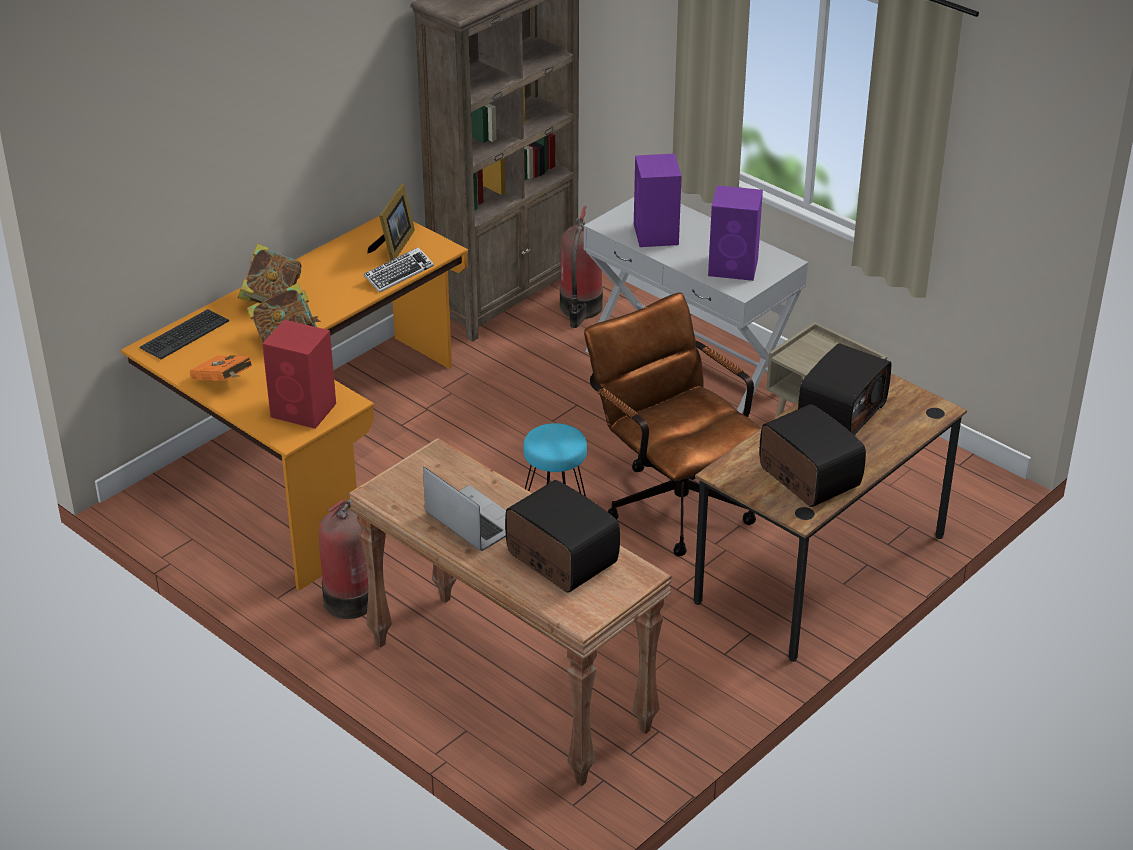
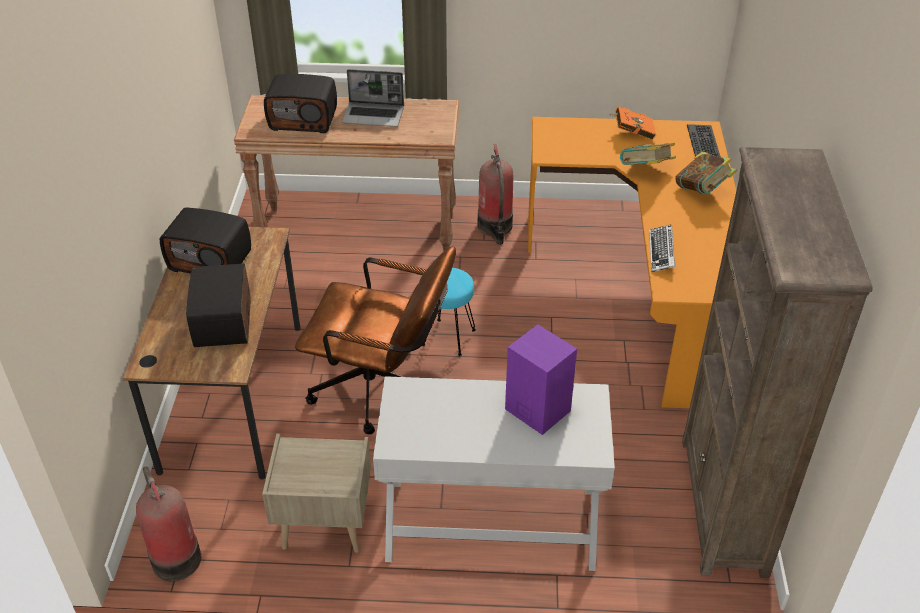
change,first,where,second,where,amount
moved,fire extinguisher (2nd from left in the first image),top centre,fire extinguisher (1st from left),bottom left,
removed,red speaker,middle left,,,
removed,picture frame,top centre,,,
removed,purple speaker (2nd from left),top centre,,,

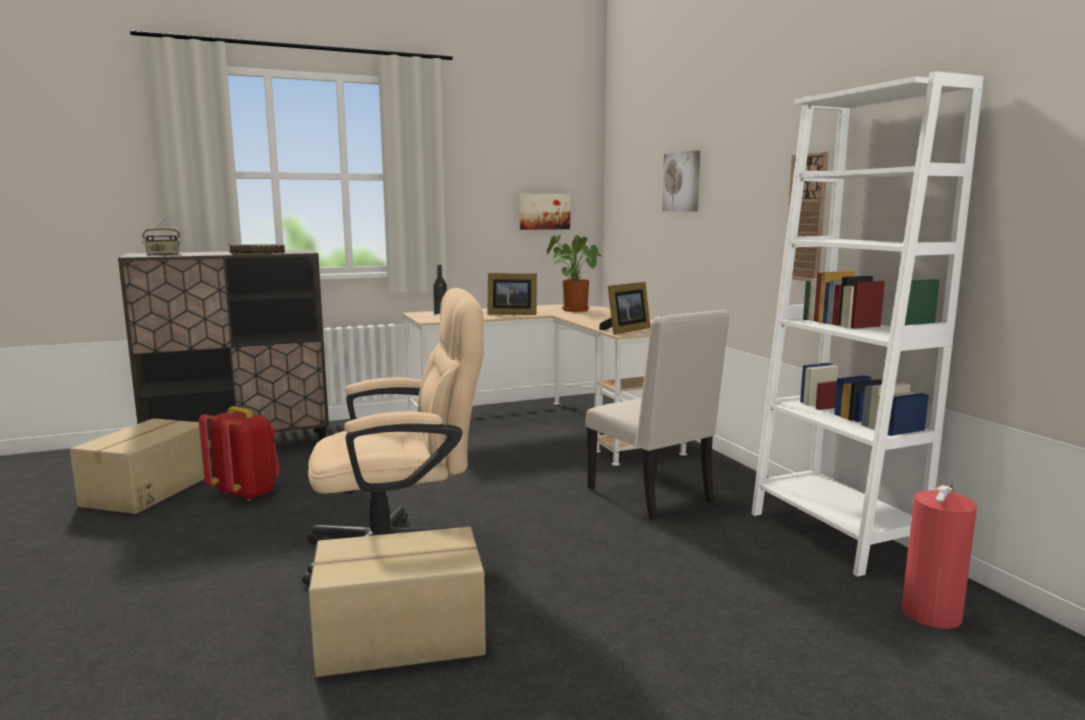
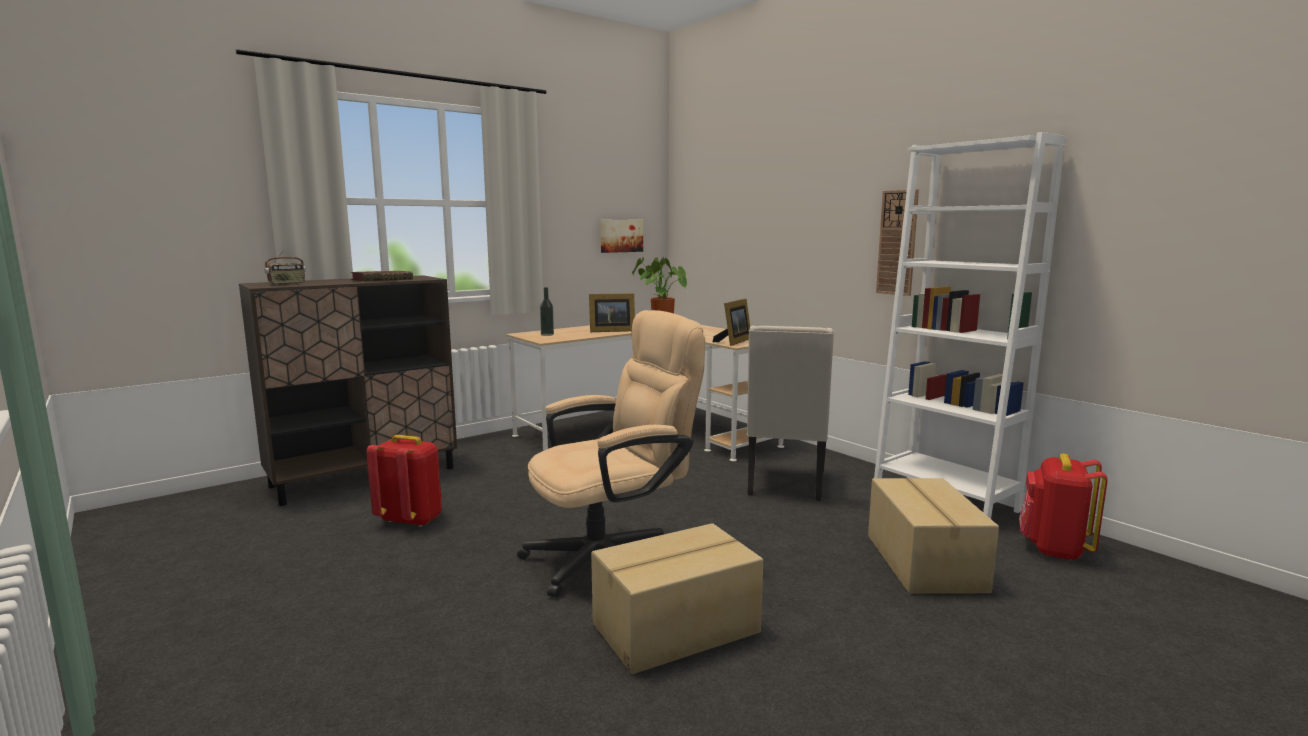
change,first,where,second,where,amount
turned,beige chair,centre,,centre,60 degrees clockwise
moved,cardboard box (1st from left in the first image),middle left,cardboard box (2nd from left),bottom right,
replaced,fire extinguisher,bottom right,red backpack (2nd from left),bottom right,
removed,picture (2nd from left),top centre,,,

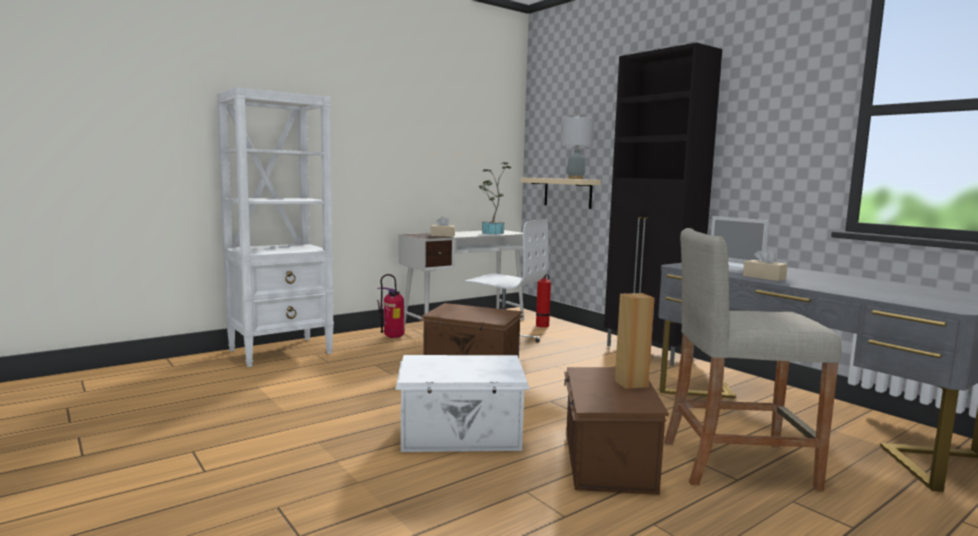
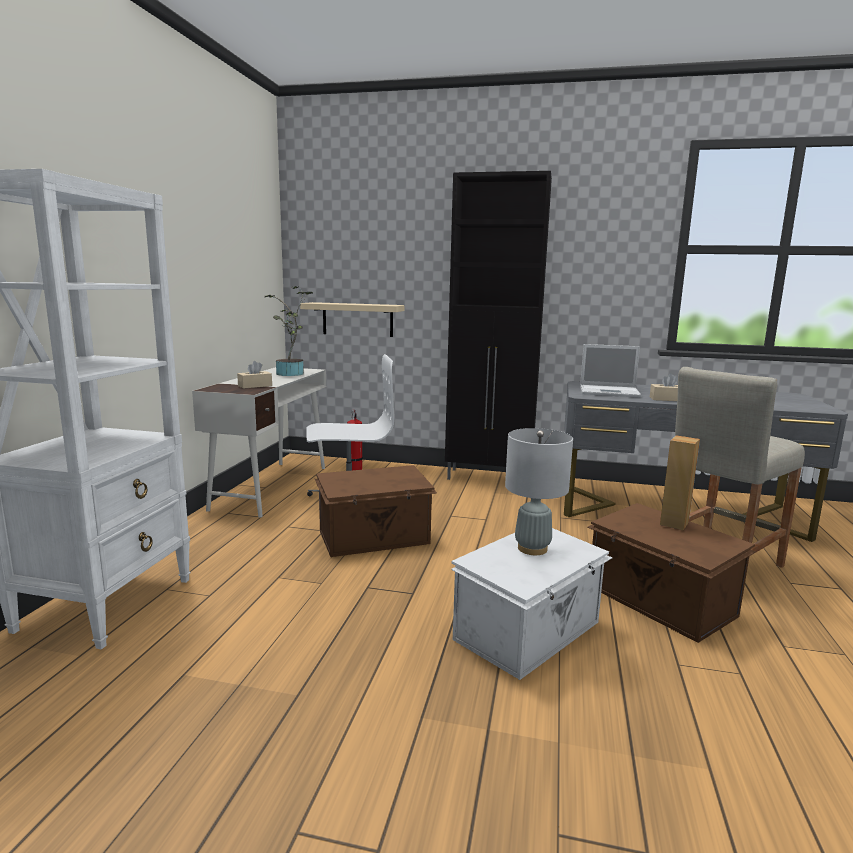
change,first,where,second,where,amount
moved,grey table lamp,top centre,,centre,
removed,fire extinguisher (1st from left),centre,,,

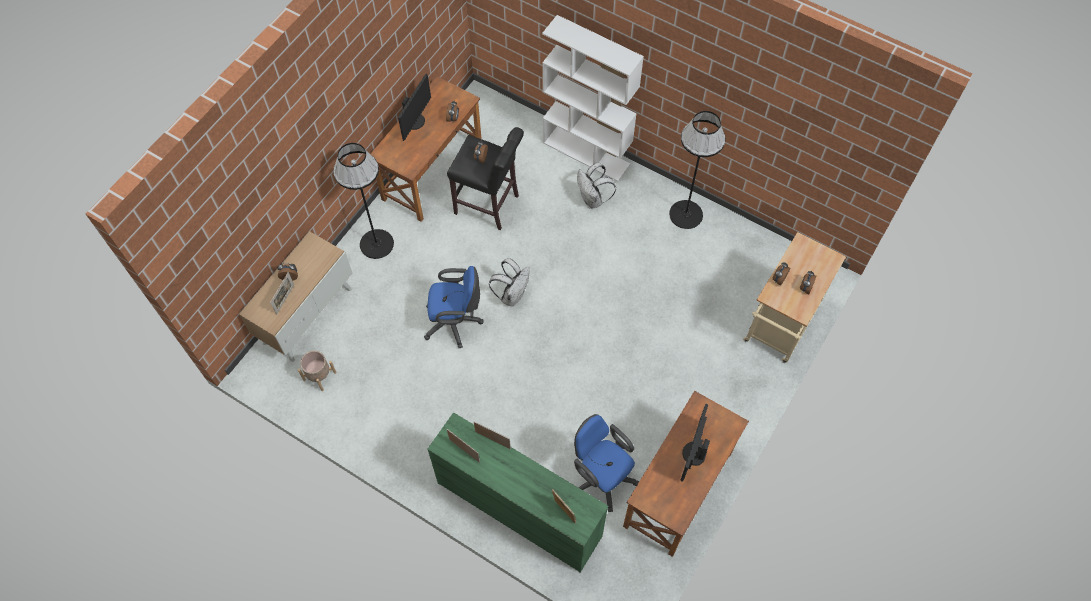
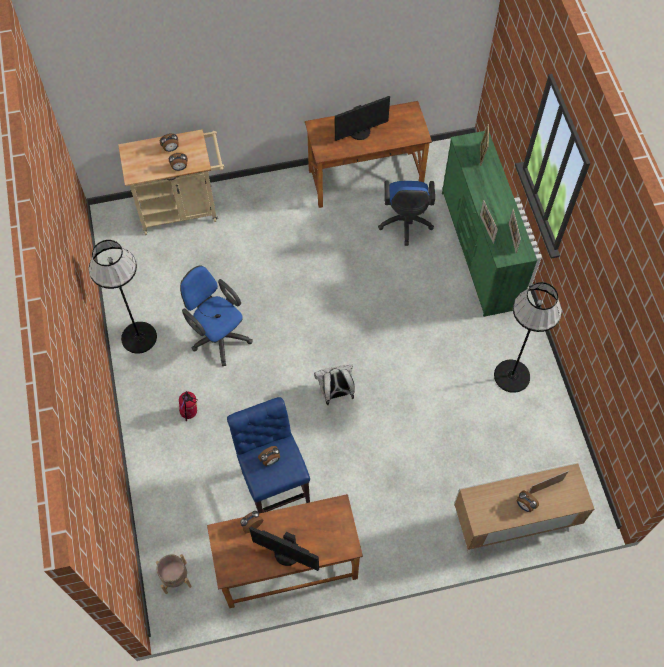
change,first,where,second,where,amount
moved,beige planter,middle left,,bottom left,
replaced,white backpack (2nd from left),top centre,fire extinguisher,middle left,
moved,blue office chair (1st from left),centre,,middle left,
recoloured,black stool,top centre,blue stool,bottom centre,
turned,monitor (1st from left),top centre,,bottom centre,135 degrees counterclockwise
moved,black floor lamp (1st from left in the first image),middle left,black floor lamp (2nd from left),middle right,
removed,white bookcase,top centre,,,

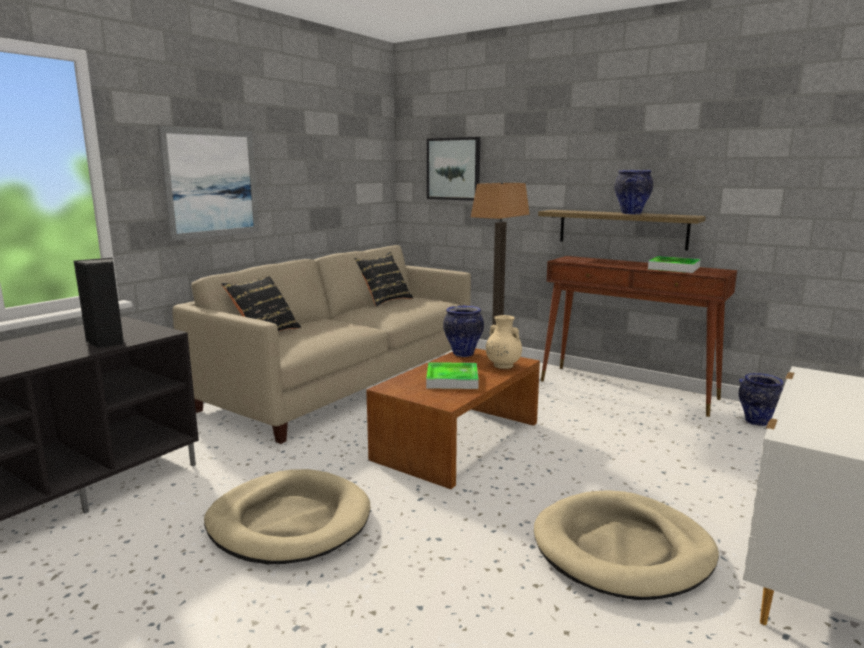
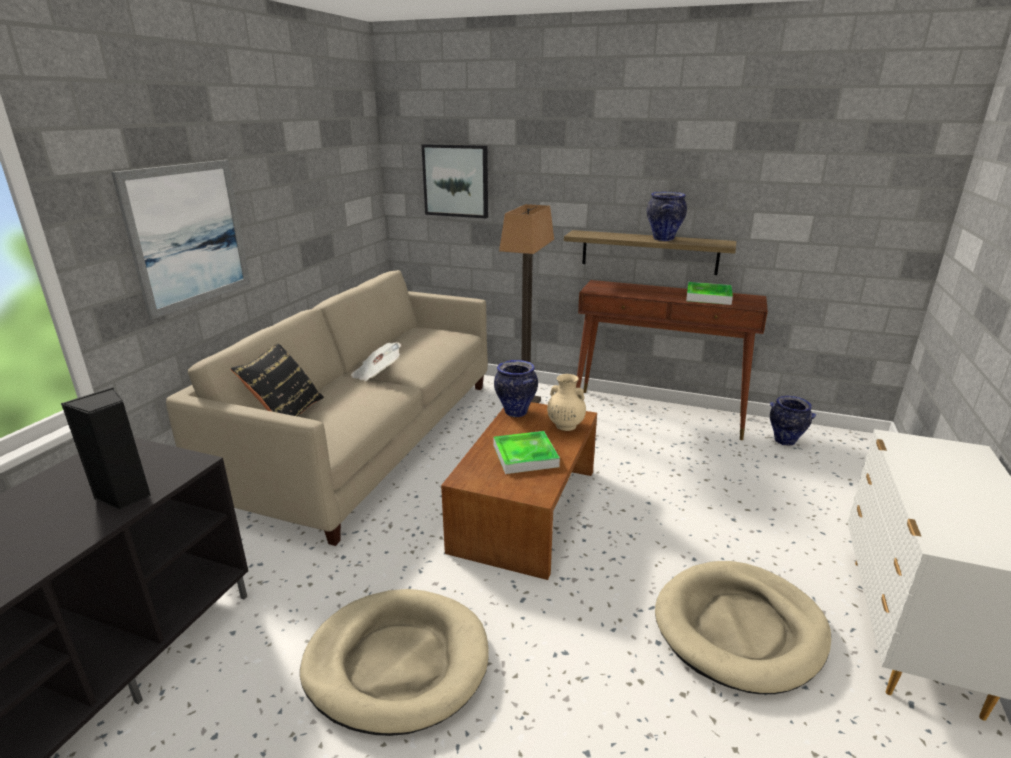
change,first,where,second,where,amount
added,,,newspaper,centre,
removed,black pillow (2nd from left),centre,,,

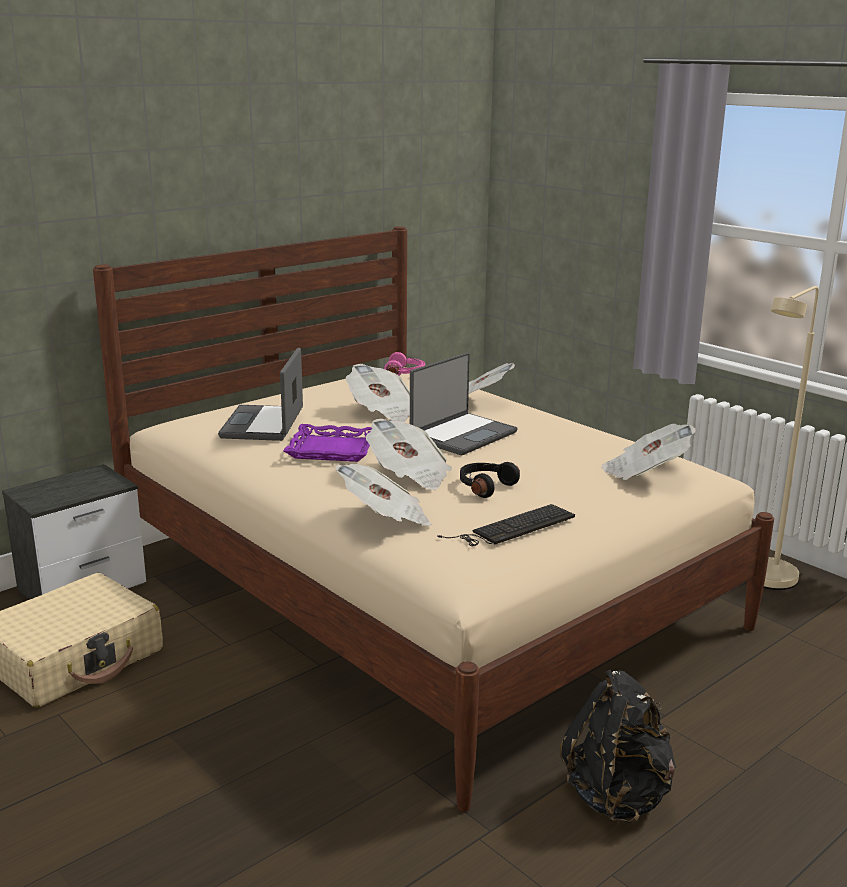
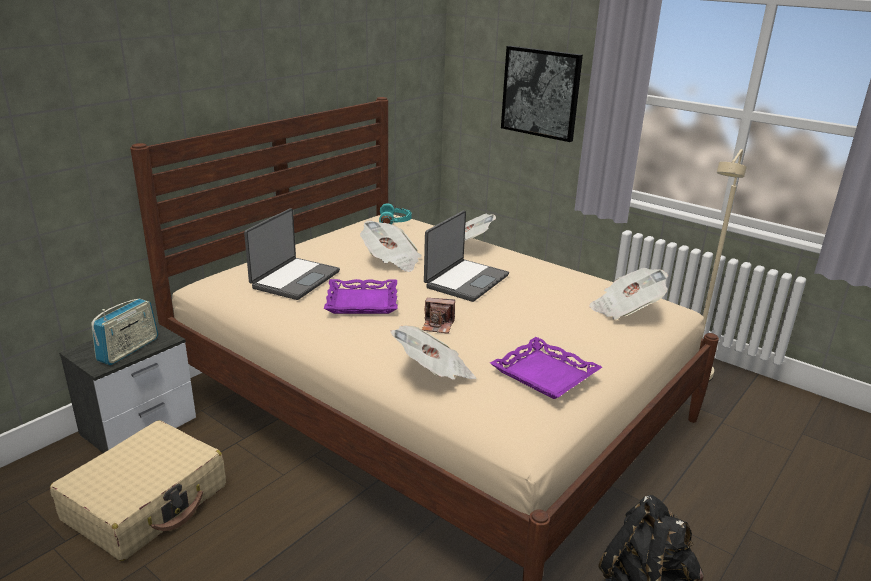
change,first,where,second,where,amount
added,,,radio,middle left,
turned,laptop (1st from left),middle left,,centre,150 degrees counterclockwise
recoloured,pink headphones,centre,turquoise headphones,centre,
replaced,newspaper (3rd from left),centre,photo camera,centre,
replaced,keyboard,centre,purple tray (2nd from left),centre,
added,,,picture,top centre,
removed,black headphones,centre,,,

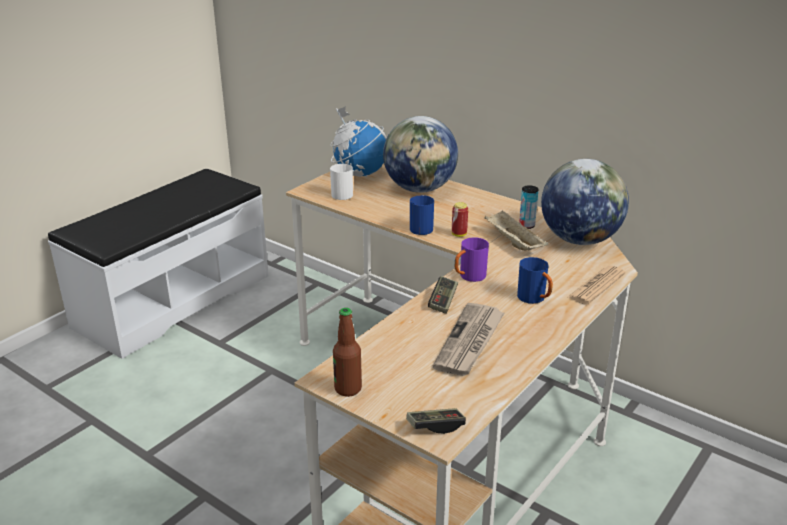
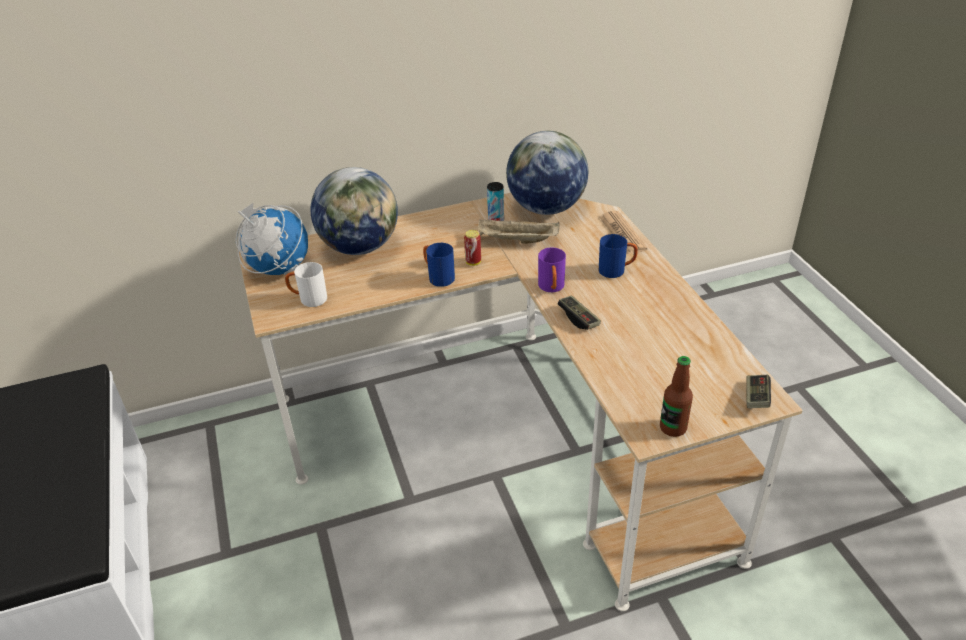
change,first,where,second,where,amount
removed,newspaper (1st from left),centre,,,

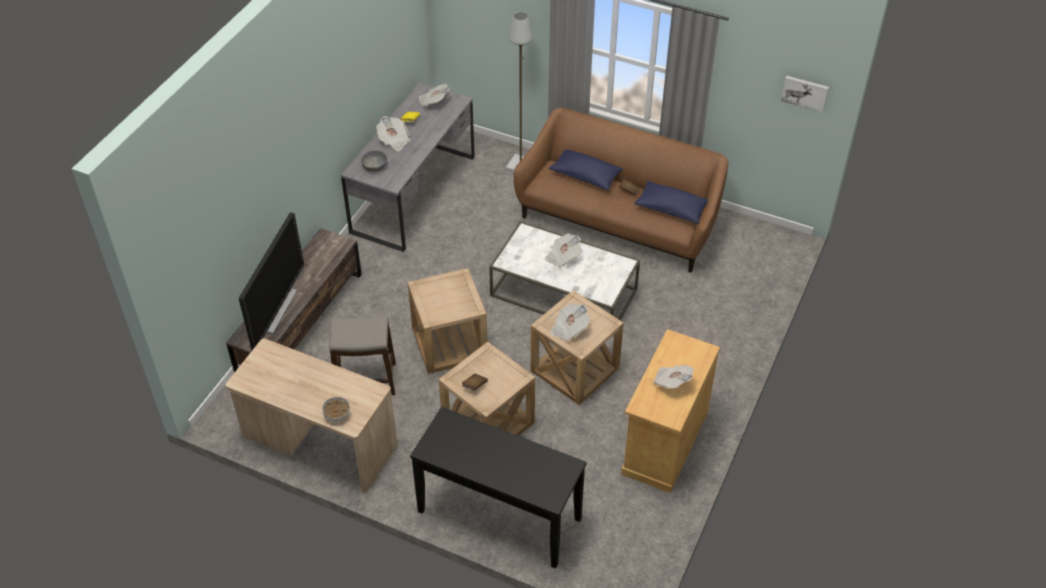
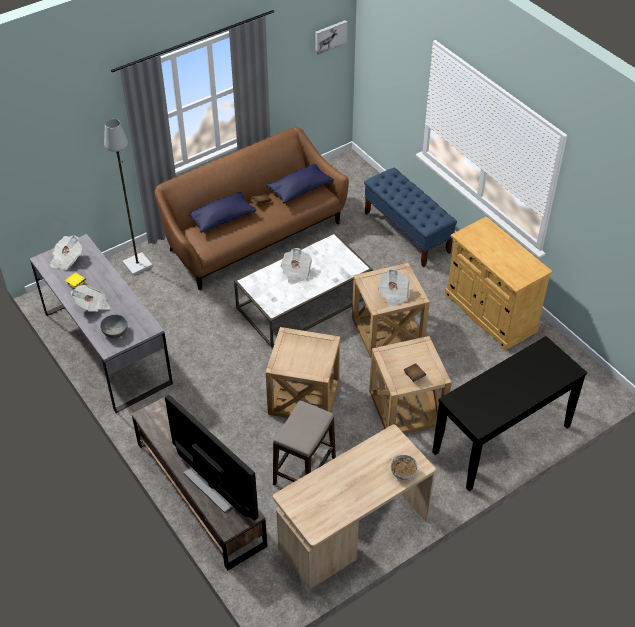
change,first,where,second,where,amount
added,,,blue bench,centre,
removed,newspaper (5th from left),centre,,,

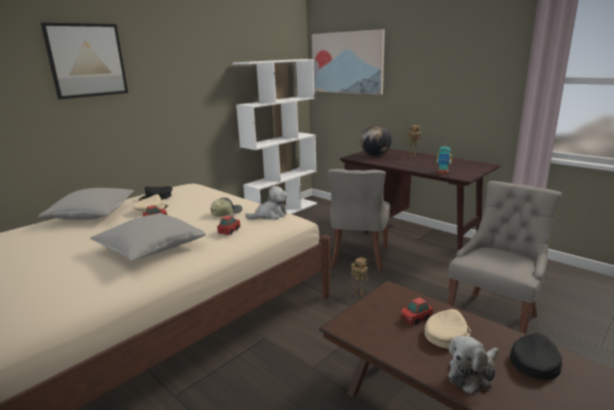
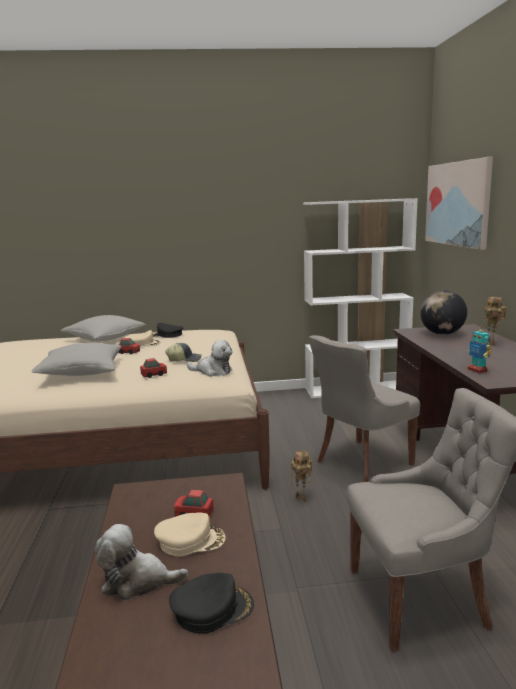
change,first,where,second,where,amount
removed,picture (1st from left),top left,,,

